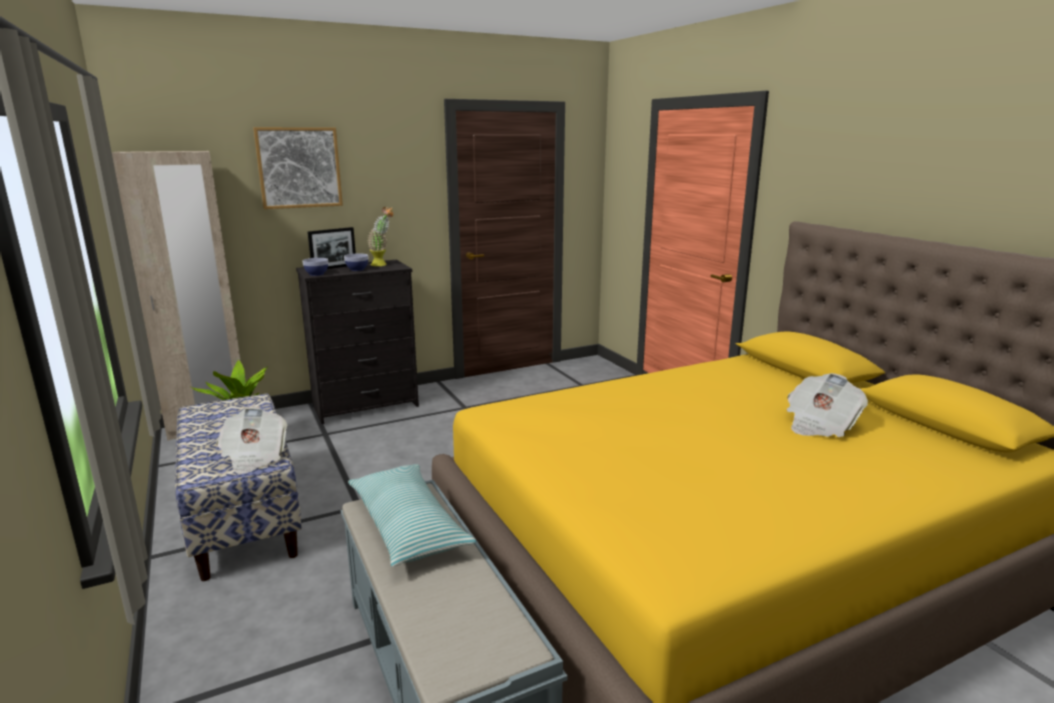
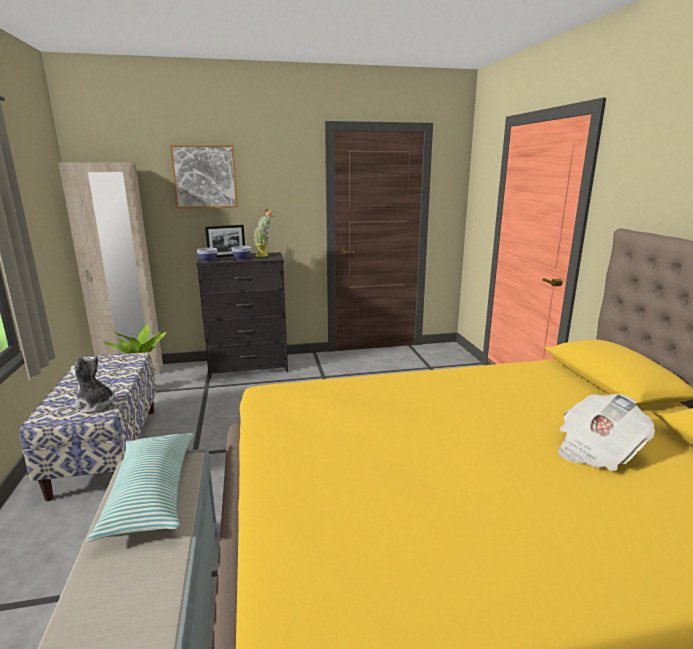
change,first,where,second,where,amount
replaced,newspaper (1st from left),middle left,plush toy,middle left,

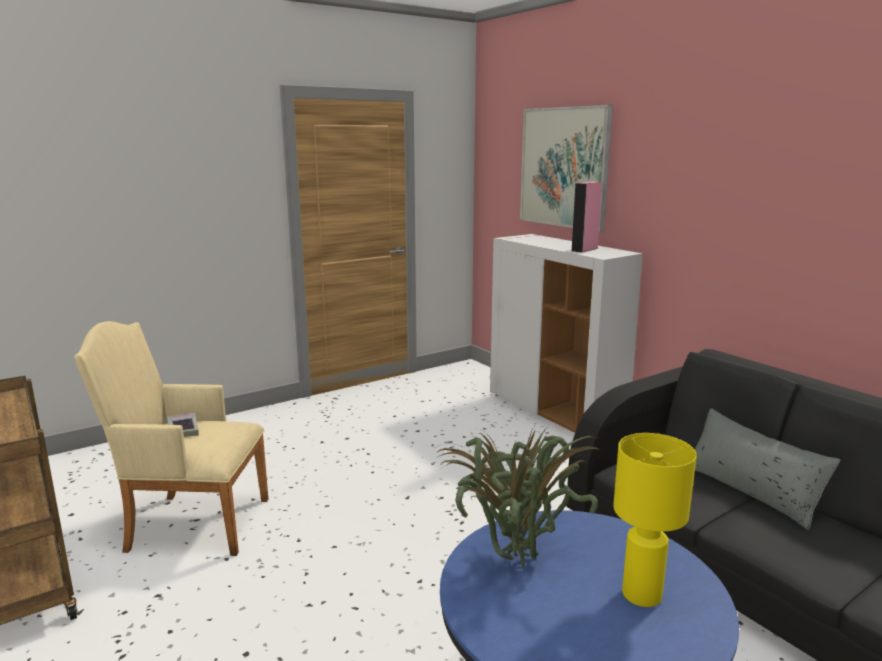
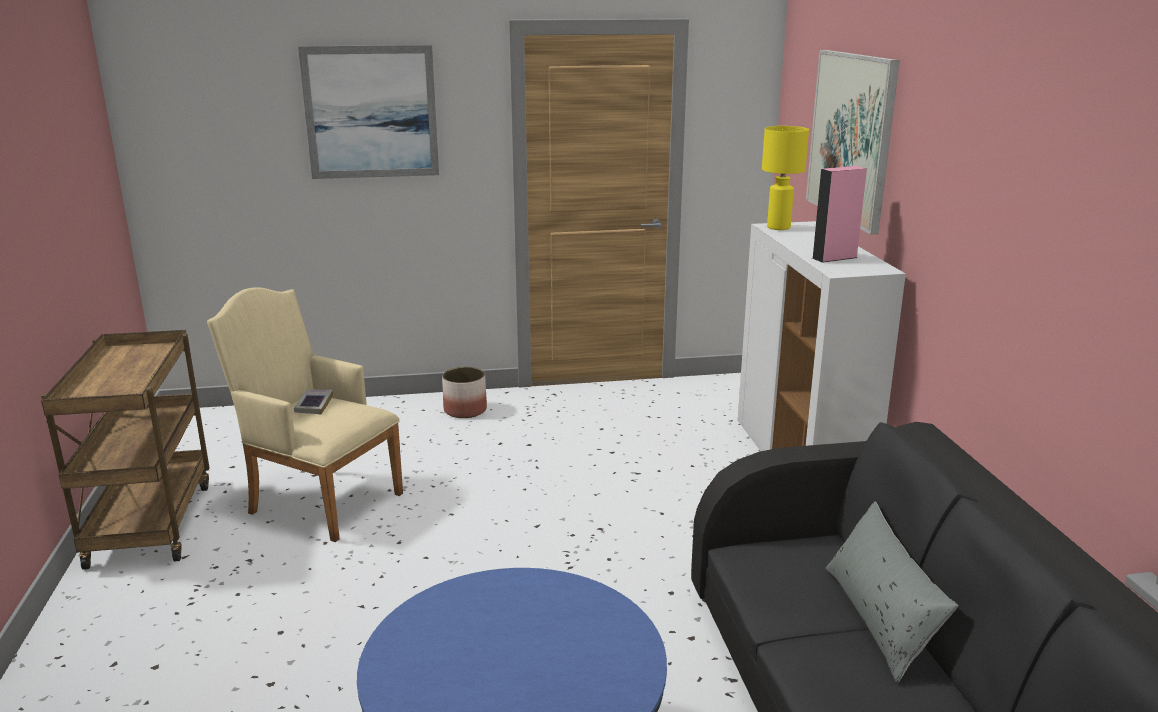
change,first,where,second,where,amount
added,,,picture (1st from left),top left,
added,,,planter,centre,
moved,yellow table lamp,bottom right,,top right,
removed,potted plant,bottom centre,,,

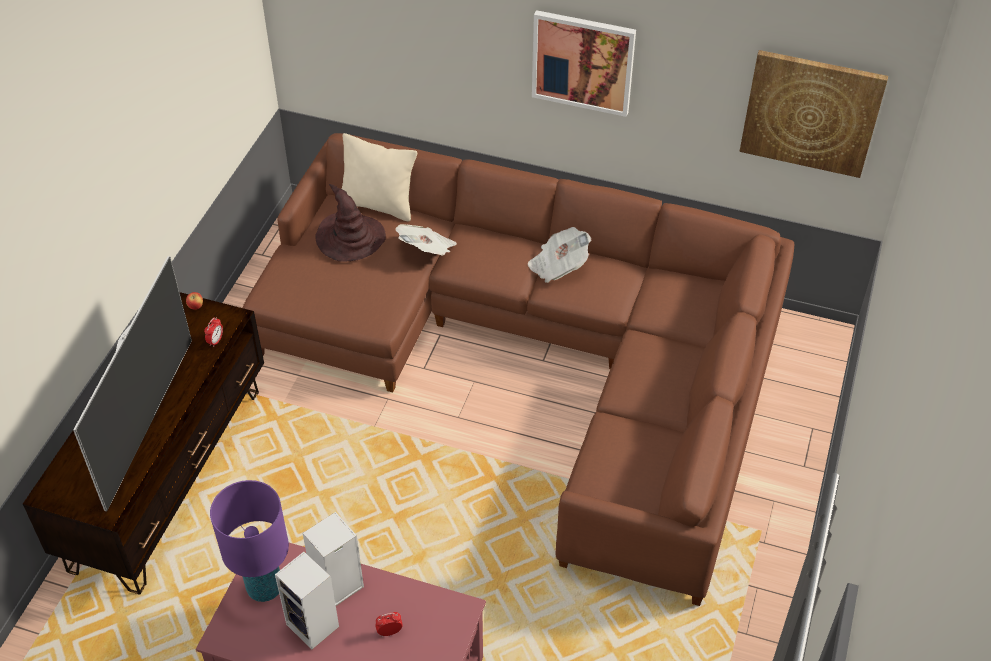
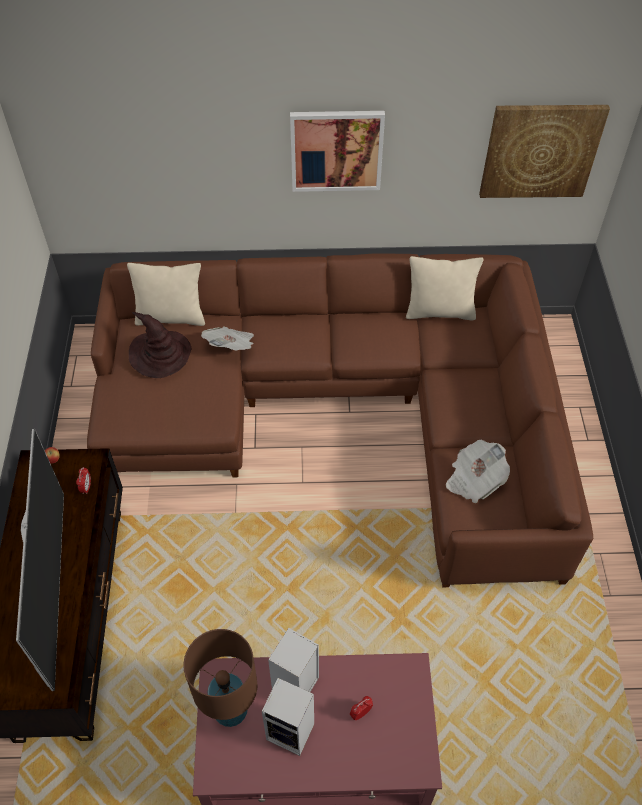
change,first,where,second,where,amount
recoloured,purple table lamp,bottom left,brown table lamp,bottom centre,
added,,,beige pillow (2nd from left),middle right,
moved,newspaper (2nd from left),centre,,middle right,

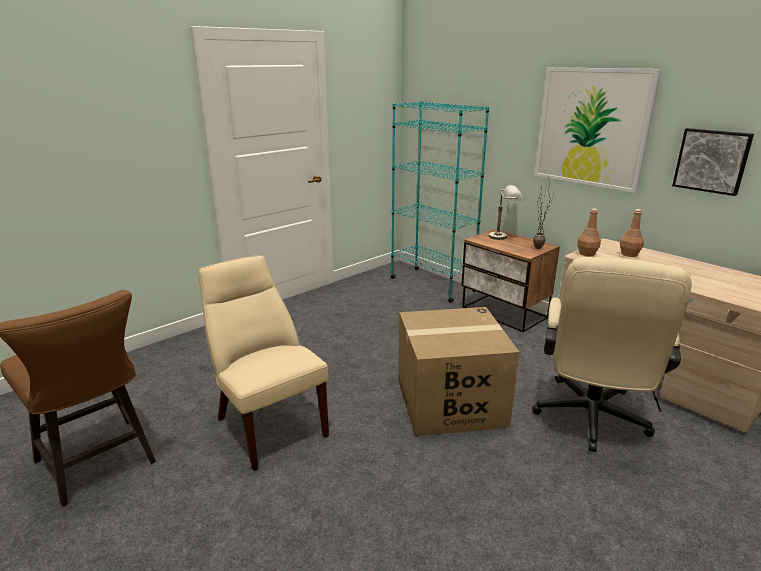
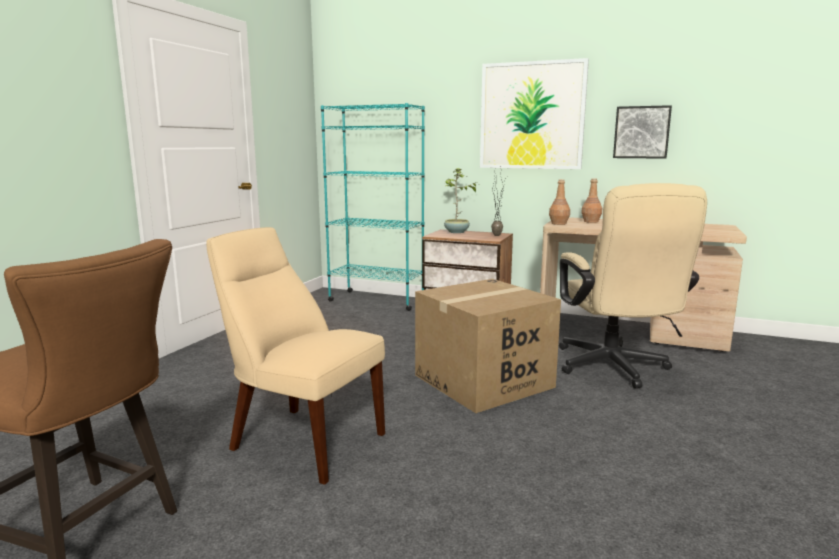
change,first,where,second,where,amount
replaced,grey table lamp,centre,potted plant (1st from left),centre,

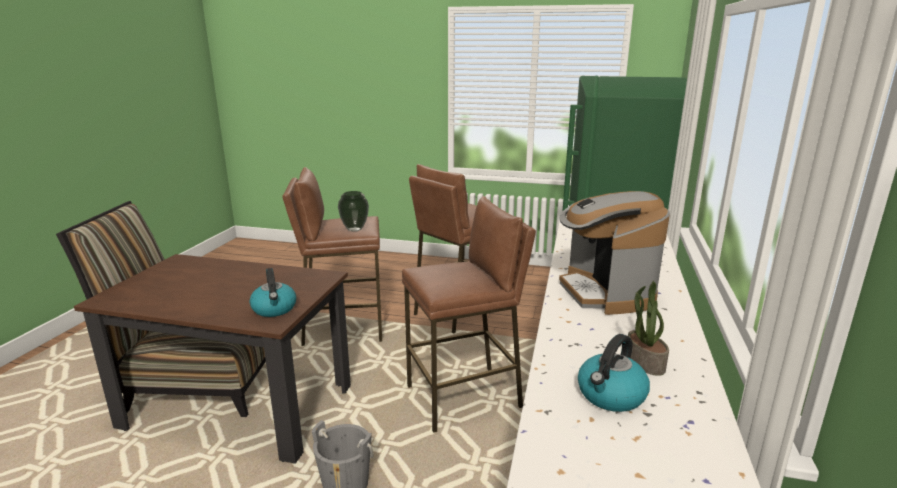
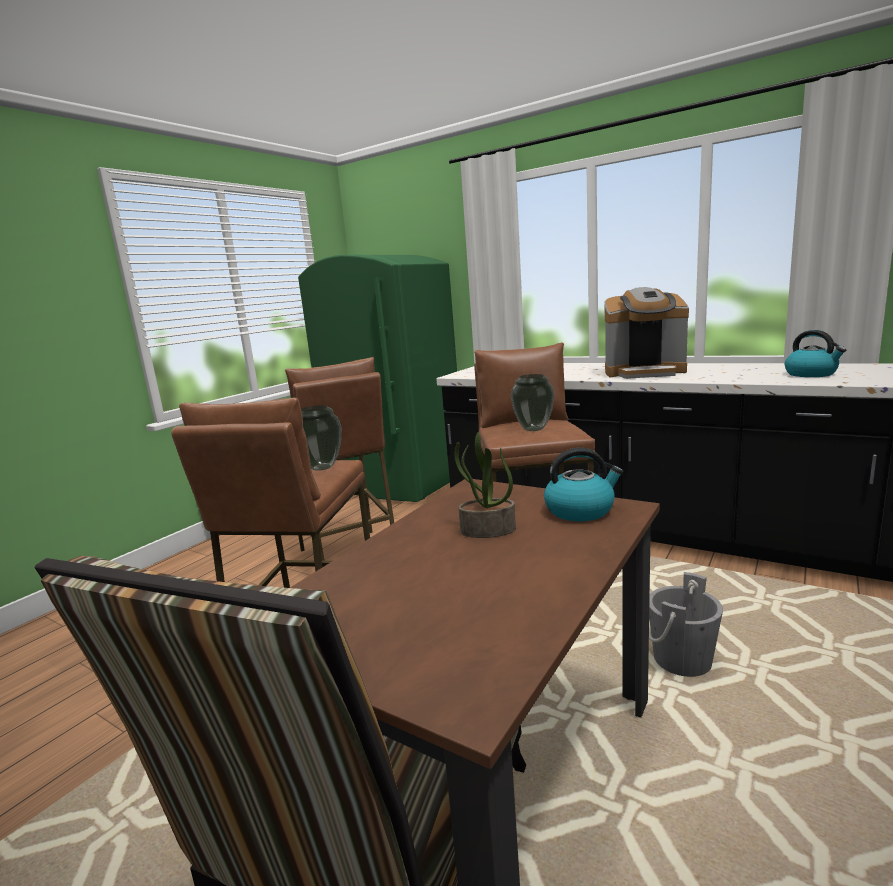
change,first,where,second,where,amount
moved,potted plant,bottom right,,centre,
added,,,vase (2nd from left),centre,

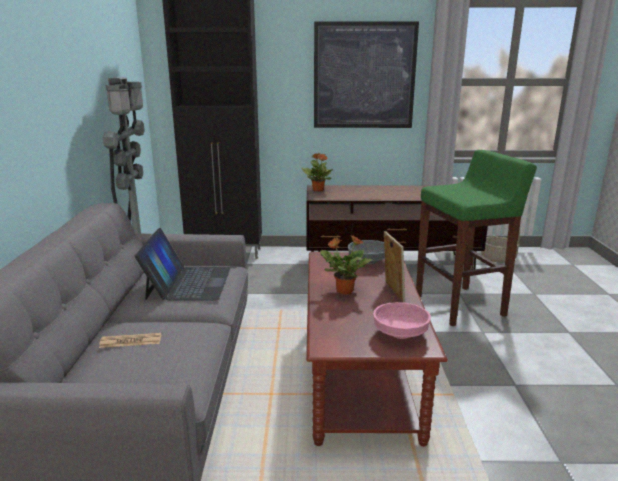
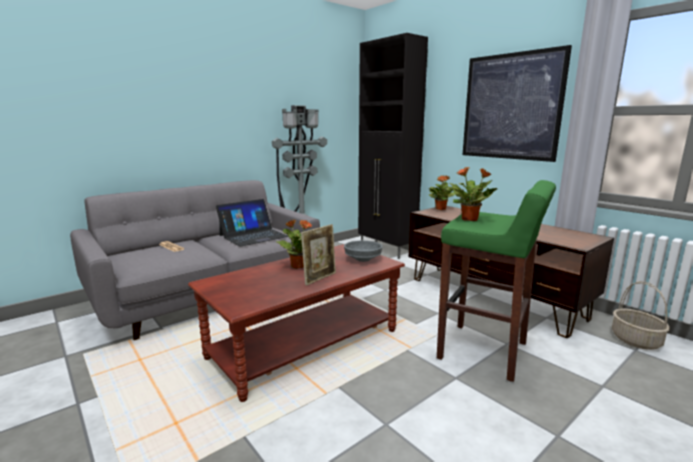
change,first,where,second,where,amount
added,,,potted plant (3rd from left),middle right,
removed,pink bowl,centre,,,

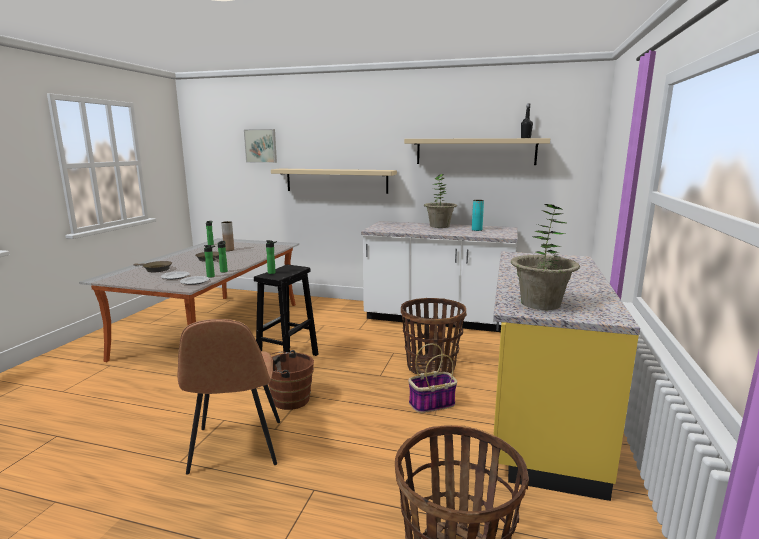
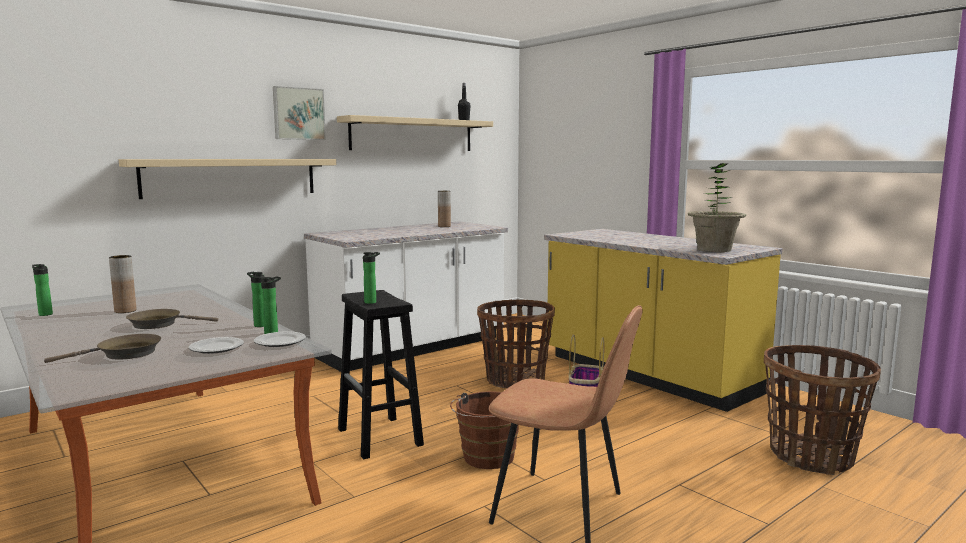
change,first,where,second,where,amount
moved,picture,top centre,,top left,
recoloured,turquoise vase,centre,brown vase (2nd from left),centre,
removed,potted plant (1st from left),centre,,,

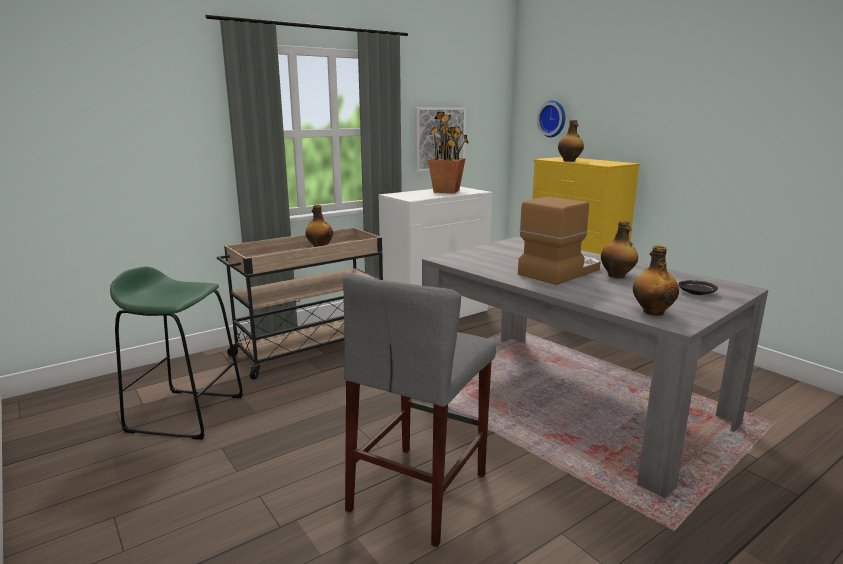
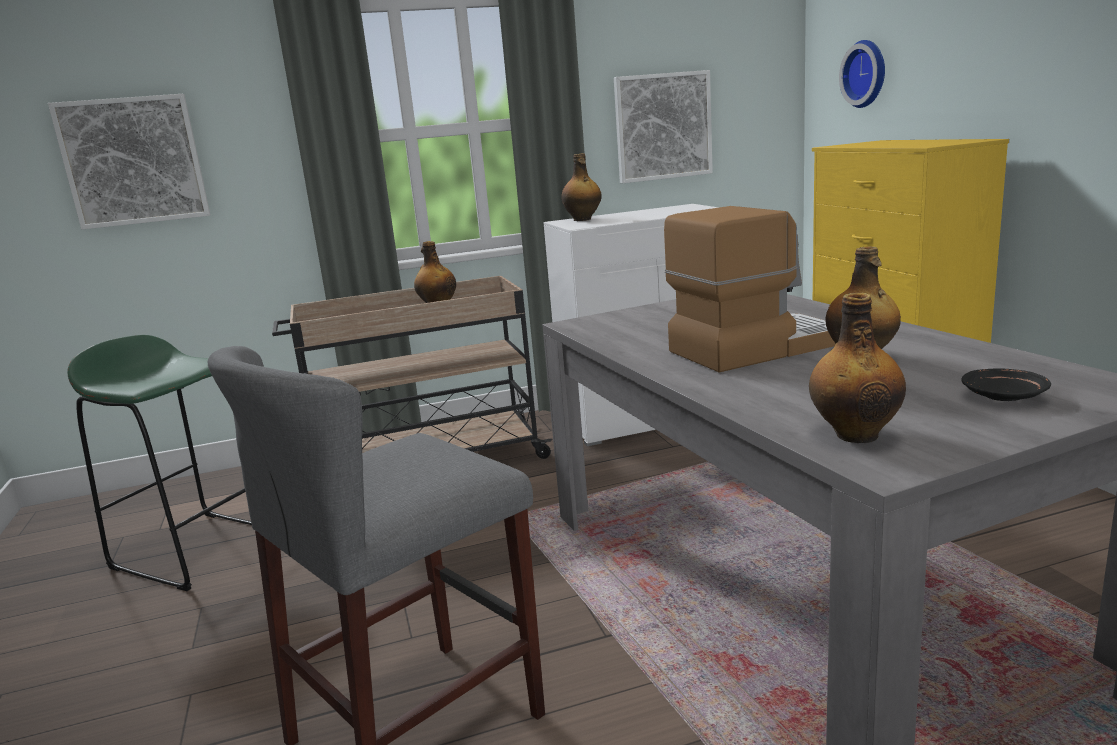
change,first,where,second,where,amount
added,,,picture (1st from left),top left,
moved,bottle (2nd from left),top right,,top centre,
removed,potted plant,top centre,,,

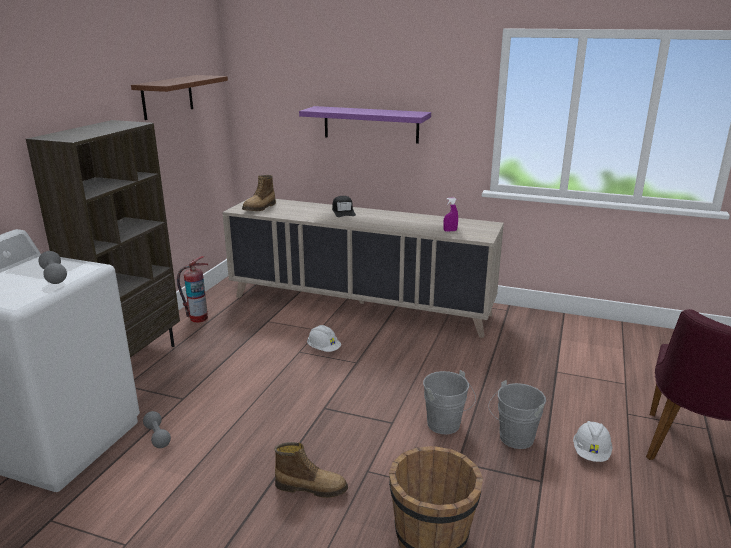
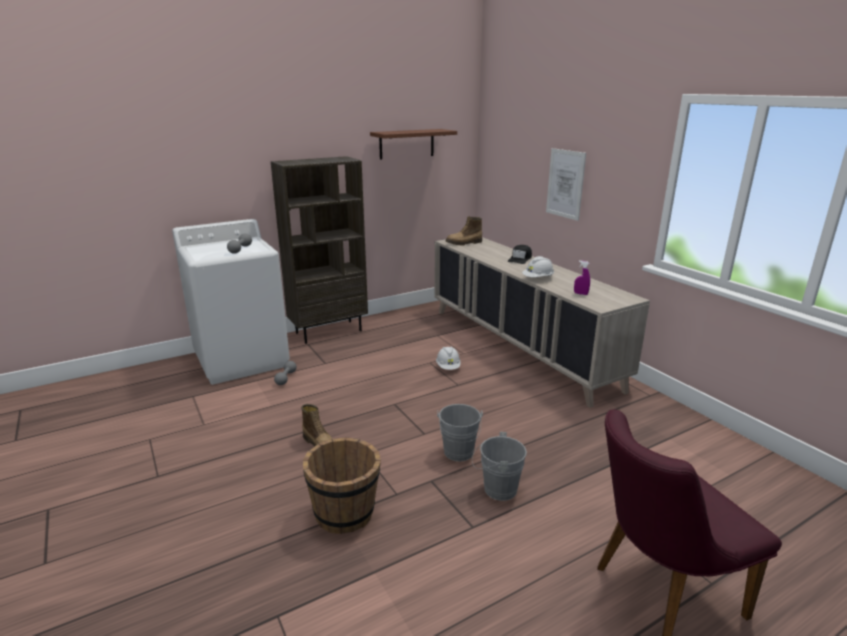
change,first,where,second,where,amount
moved,white hard hat (2nd from left),bottom right,,centre,
replaced,purple shelf,top centre,picture,top right,
removed,fire extinguisher,middle left,,,

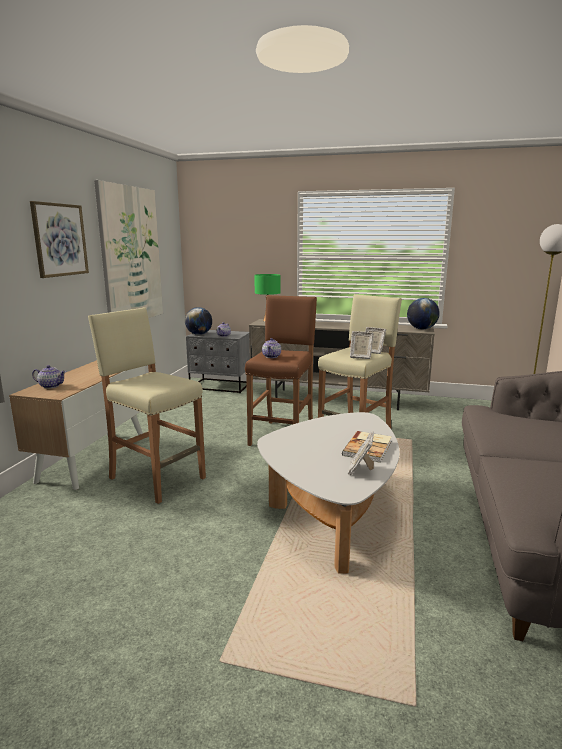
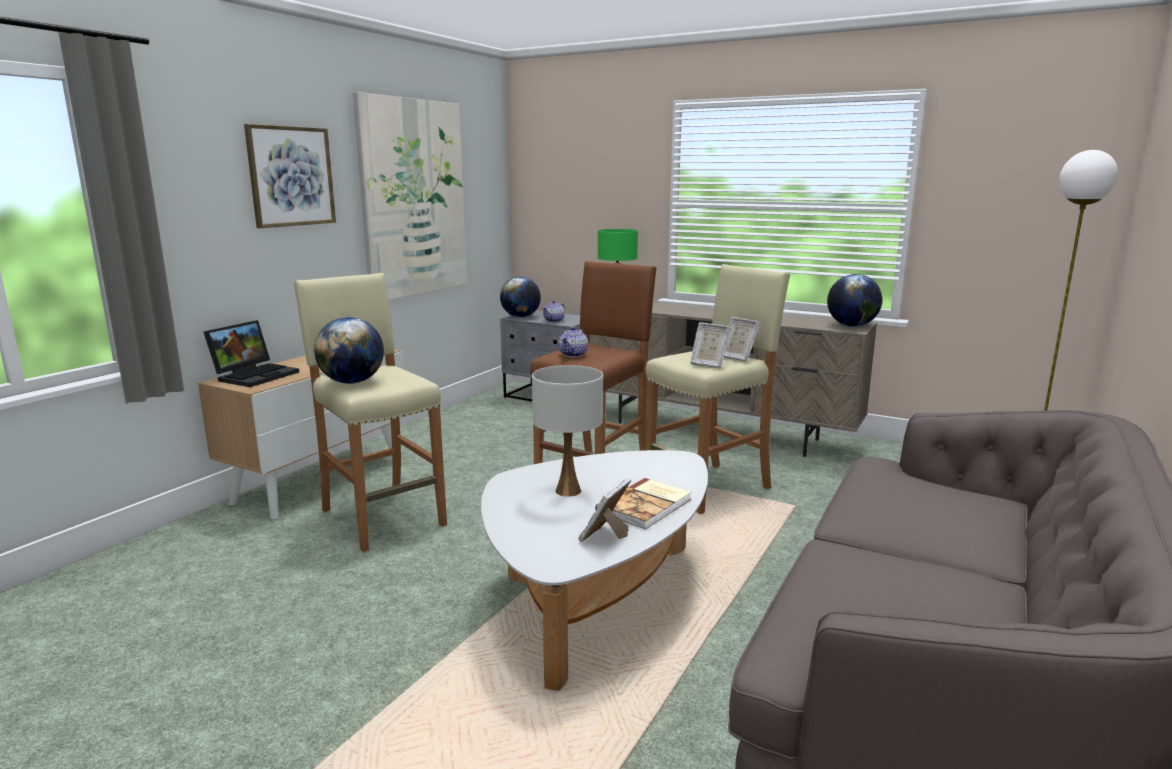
change,first,where,second,where,amount
replaced,teapot (1st from left),middle left,laptop,middle left,
added,,,globe (1st from left),middle left,
added,,,white table lamp,centre,

